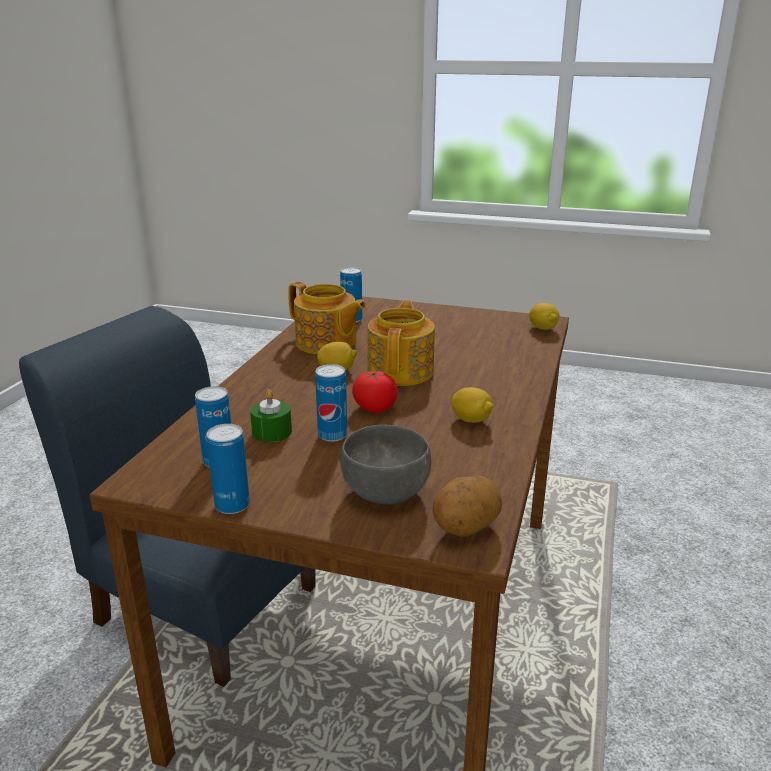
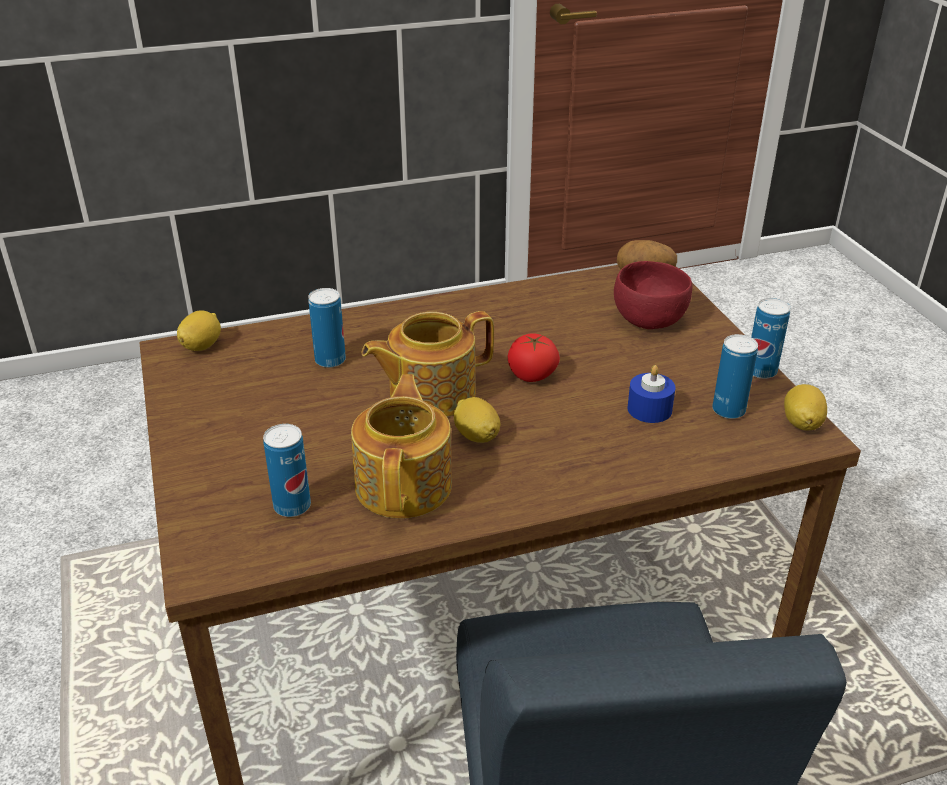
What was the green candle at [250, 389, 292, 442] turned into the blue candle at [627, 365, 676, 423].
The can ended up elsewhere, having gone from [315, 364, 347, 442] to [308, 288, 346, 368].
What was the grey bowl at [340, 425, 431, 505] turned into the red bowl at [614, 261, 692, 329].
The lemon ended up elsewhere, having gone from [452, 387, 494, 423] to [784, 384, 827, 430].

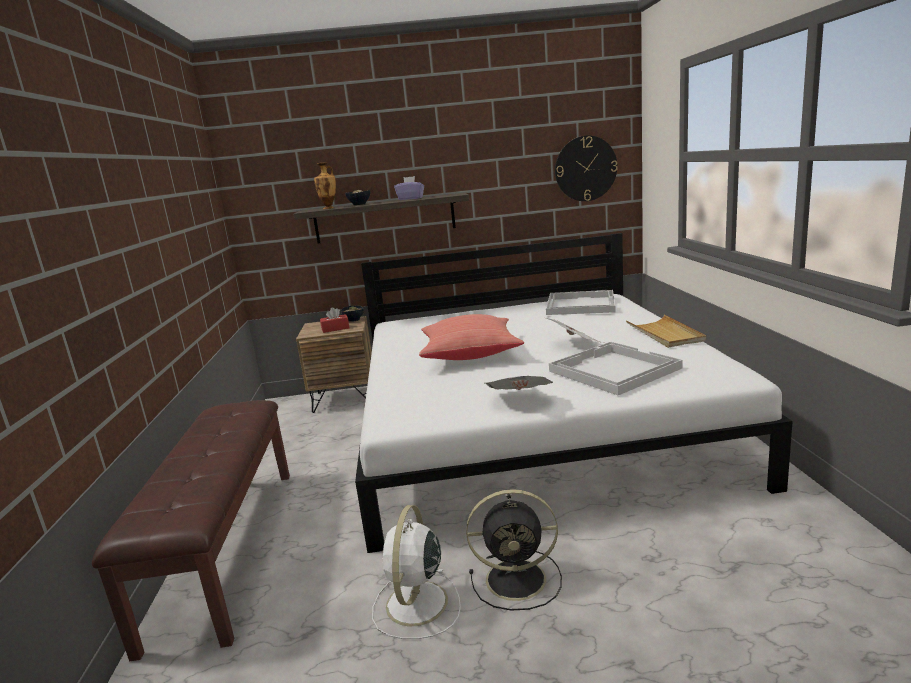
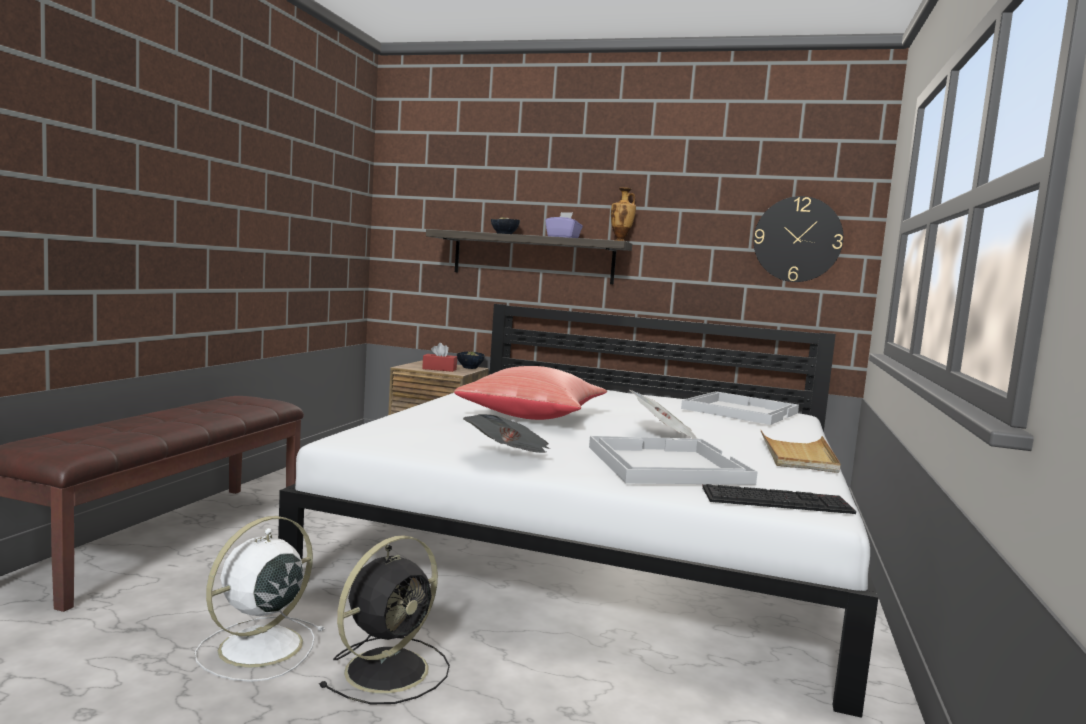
The vase ended up elsewhere, having gone from [314, 162, 336, 209] to [611, 187, 636, 241].
The black fan at [466, 489, 562, 611] ended up facing another way, 75 degrees counterclockwise from before.
The second view gained the keyboard at [702, 484, 856, 514].

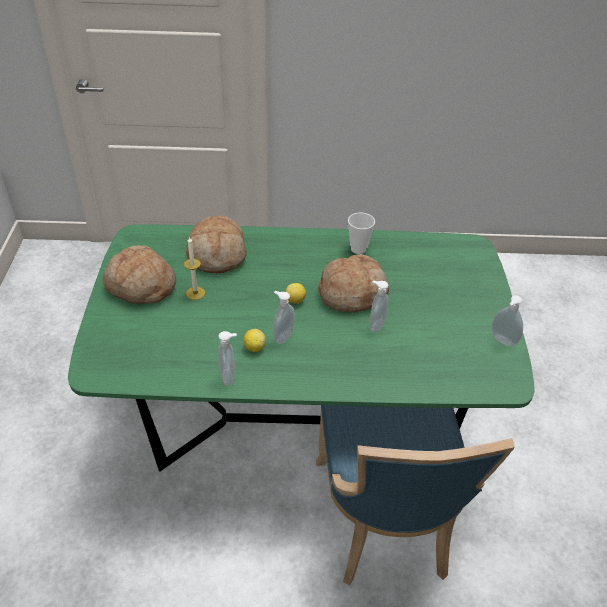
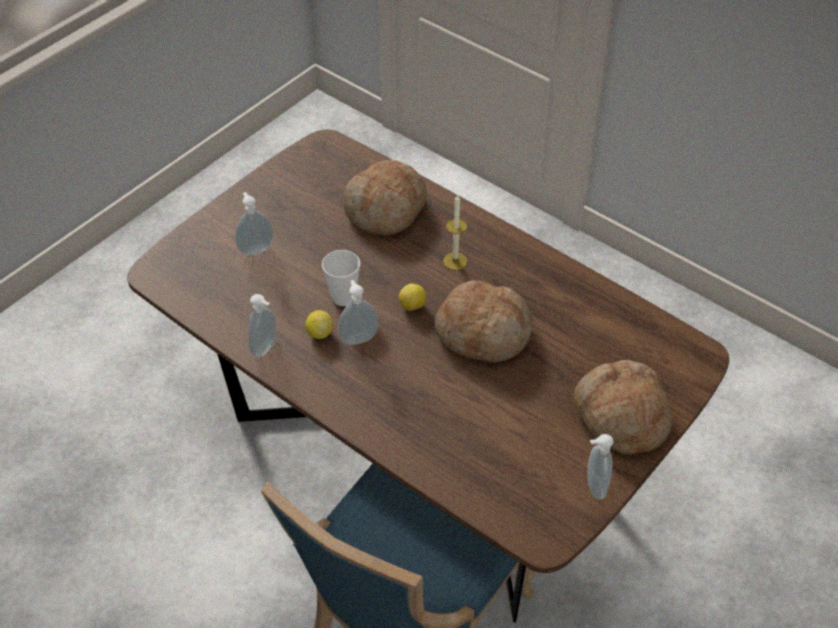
What was the green dining table at [68, 224, 534, 471] turned into the brown dining table at [127, 130, 729, 623].
The bread ended up elsewhere, having gone from [103, 245, 176, 304] to [574, 360, 672, 455].
The candle ended up elsewhere, having gone from [184, 237, 205, 300] to [443, 194, 468, 270].
The cup ended up elsewhere, having gone from [348, 213, 375, 254] to [322, 250, 360, 306].
The soap dispenser ended up elsewhere, having gone from [370, 280, 389, 333] to [235, 192, 273, 256].

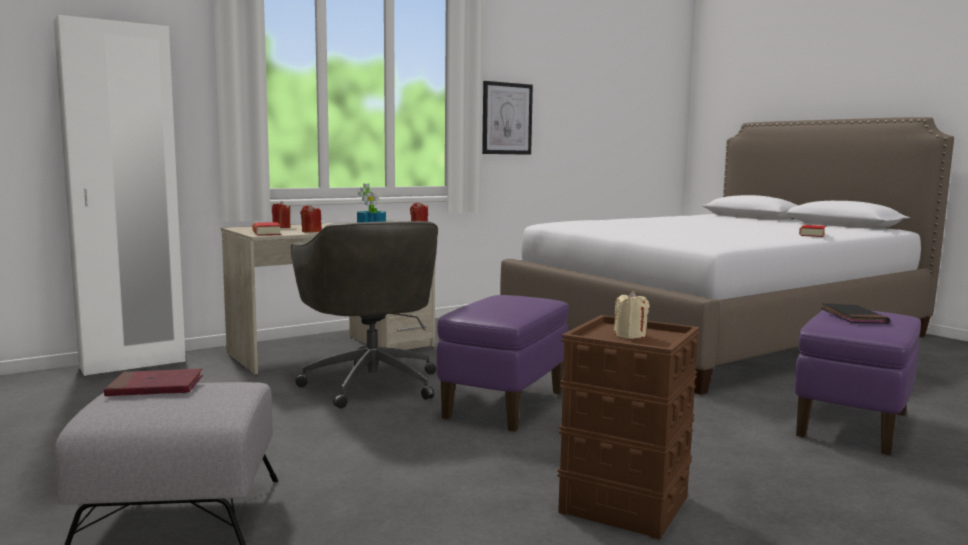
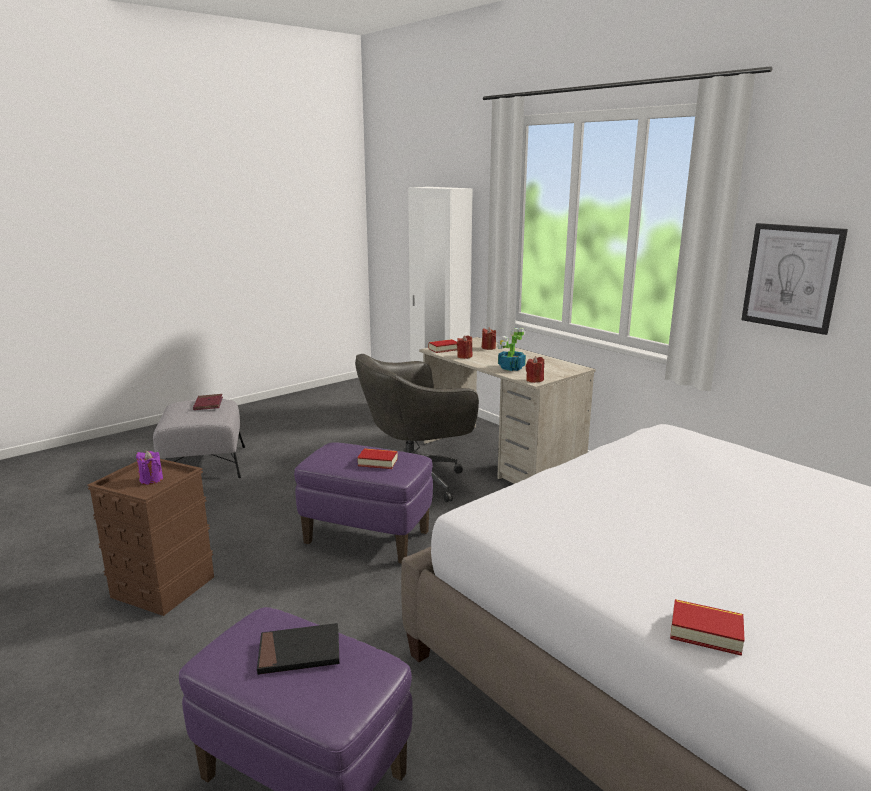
What was the beige candle at [614, 291, 649, 339] turned into the purple candle at [136, 451, 163, 485].
The second view gained the book at [357, 448, 398, 469].

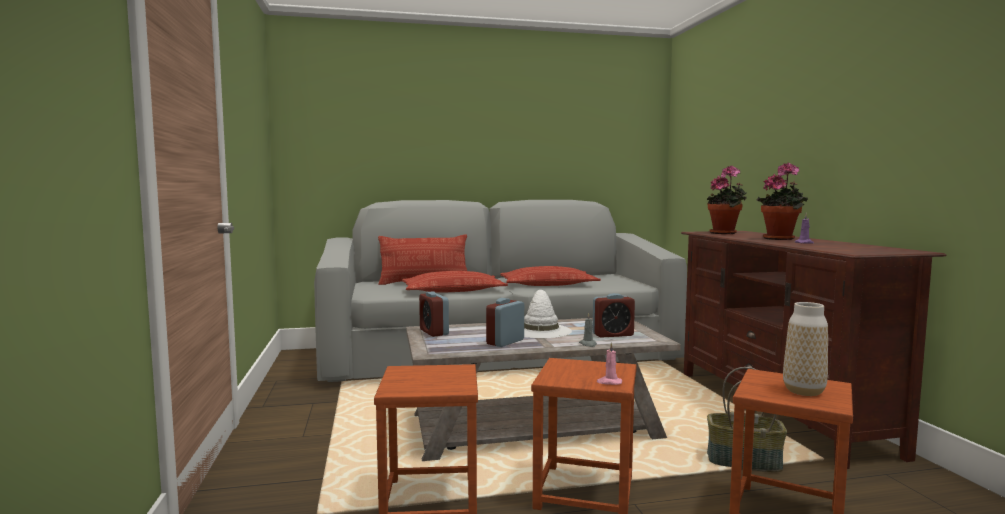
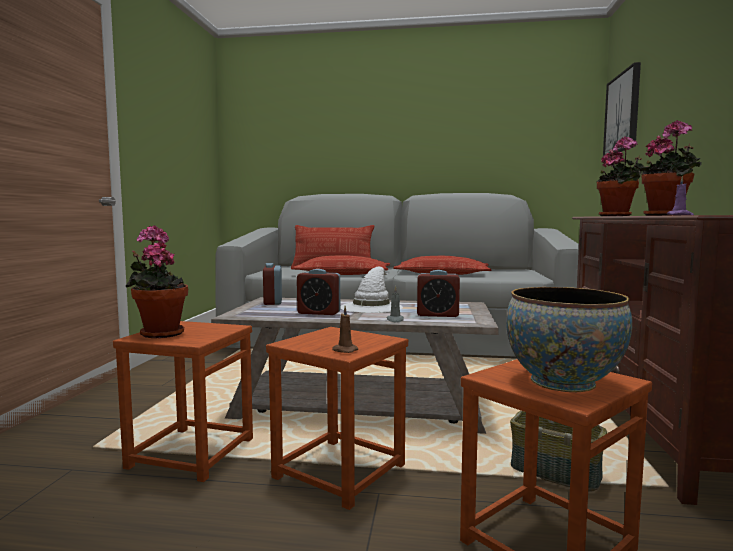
The alarm clock at [486, 298, 524, 347] ended up facing another way, 135 degrees counterclockwise from before.
What was the pink candle at [597, 343, 622, 385] turned into the brown candle at [332, 306, 358, 353].
Where the vase stood at [783, 302, 828, 396], the bowl came to stand at [506, 287, 632, 392].
The second view gained the potted plant at [126, 225, 188, 338].
The second view gained the picture at [603, 62, 641, 156].

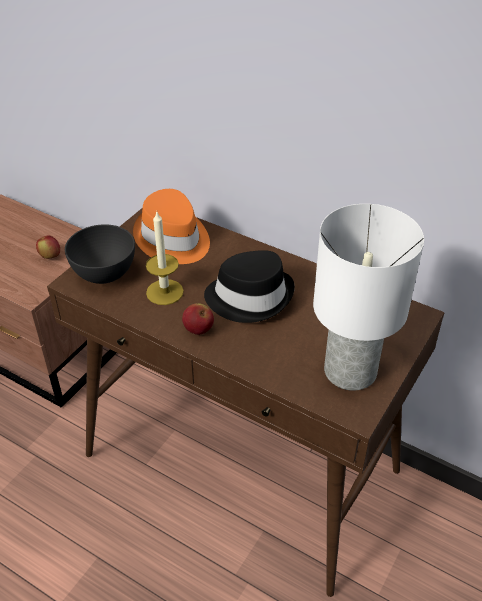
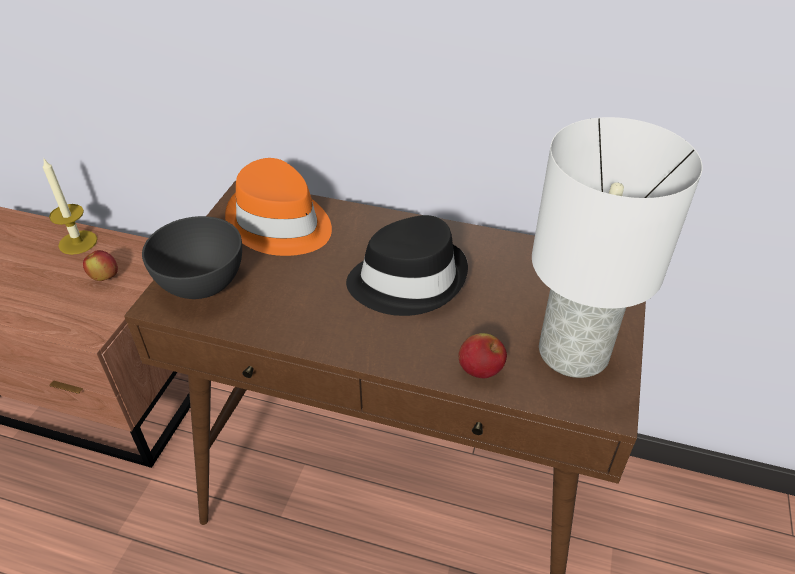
The candle ended up elsewhere, having gone from [146, 212, 184, 305] to [43, 157, 98, 255].
The apple ended up elsewhere, having gone from [182, 303, 214, 335] to [459, 333, 507, 378].

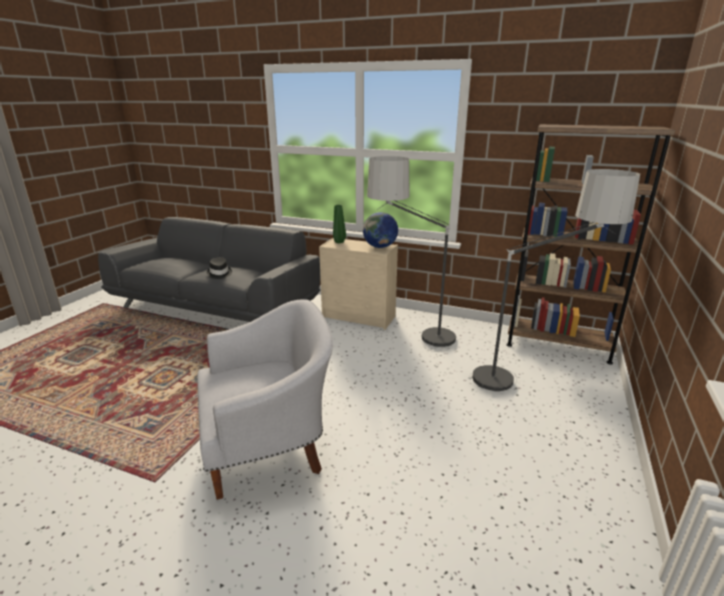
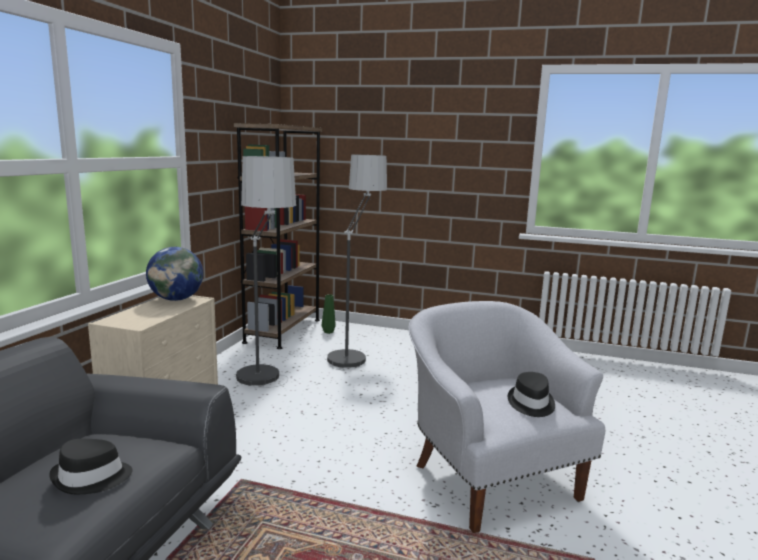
The green vase ended up elsewhere, having gone from [333, 205, 346, 243] to [322, 294, 336, 334].
The second view gained the black hat at [508, 372, 555, 417].

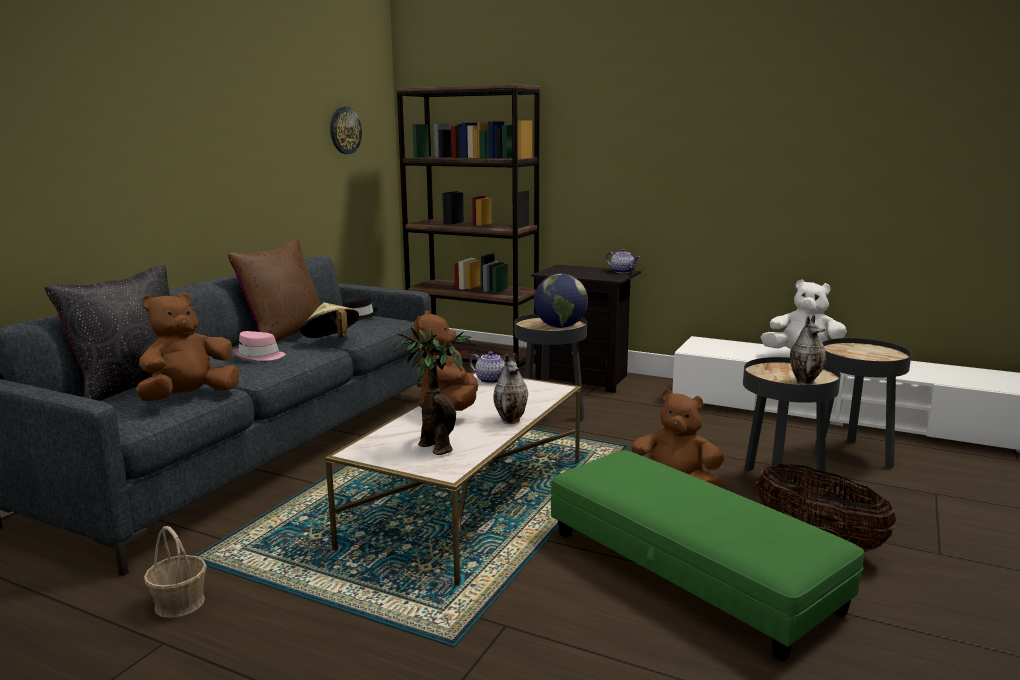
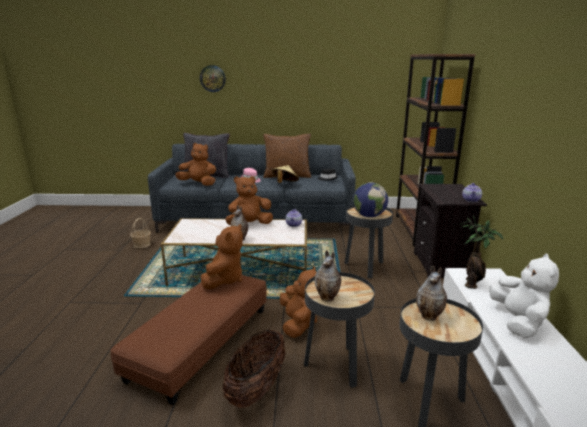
The wall clock ended up elsewhere, having gone from [330, 107, 362, 154] to [200, 65, 226, 92].
The potted plant ended up elsewhere, having gone from [394, 325, 476, 455] to [459, 216, 504, 289].
What was the green ottoman at [551, 450, 864, 662] turned into the brown ottoman at [111, 275, 267, 405].
The second view gained the brown plush toy at [201, 224, 243, 289].
The second view gained the vase at [416, 266, 447, 321].

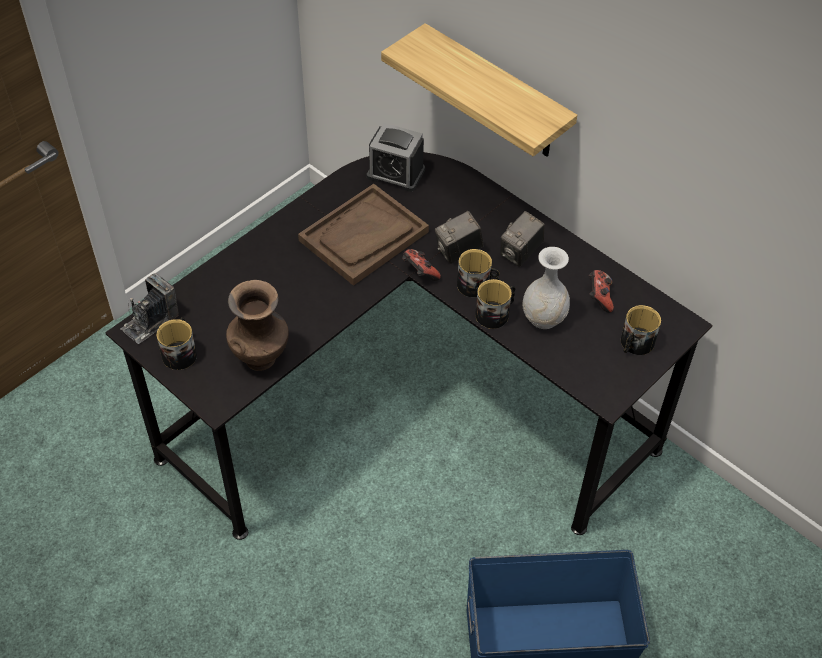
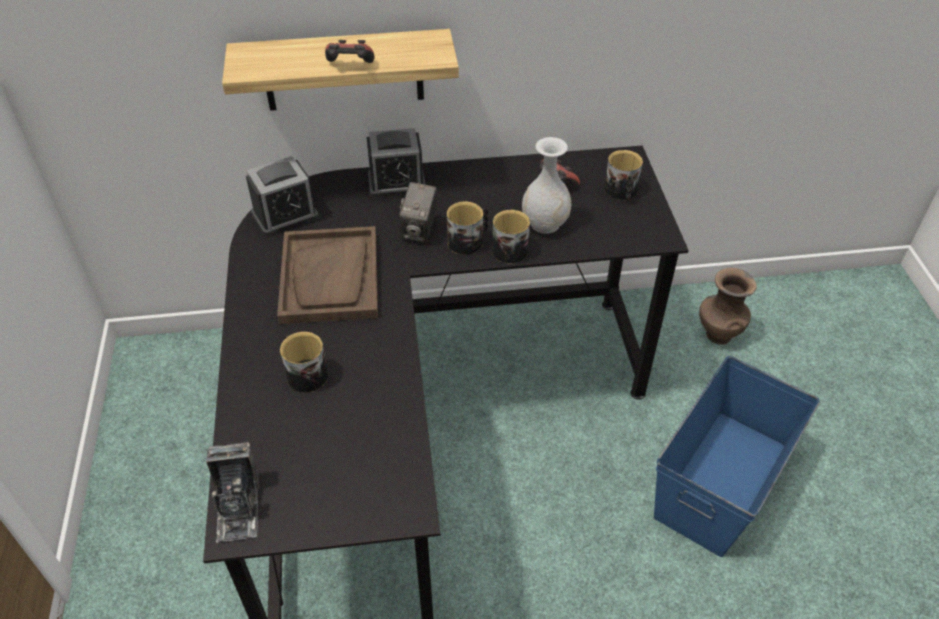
The mug ended up elsewhere, having gone from [156, 317, 197, 370] to [280, 332, 328, 393].
The brown vase ended up elsewhere, having gone from [226, 280, 289, 371] to [699, 268, 757, 345].
The game controller ended up elsewhere, having gone from [402, 249, 441, 281] to [325, 40, 375, 63].
The second view lost the photo camera at [500, 211, 545, 267].
The second view gained the alarm clock at [367, 128, 426, 198].

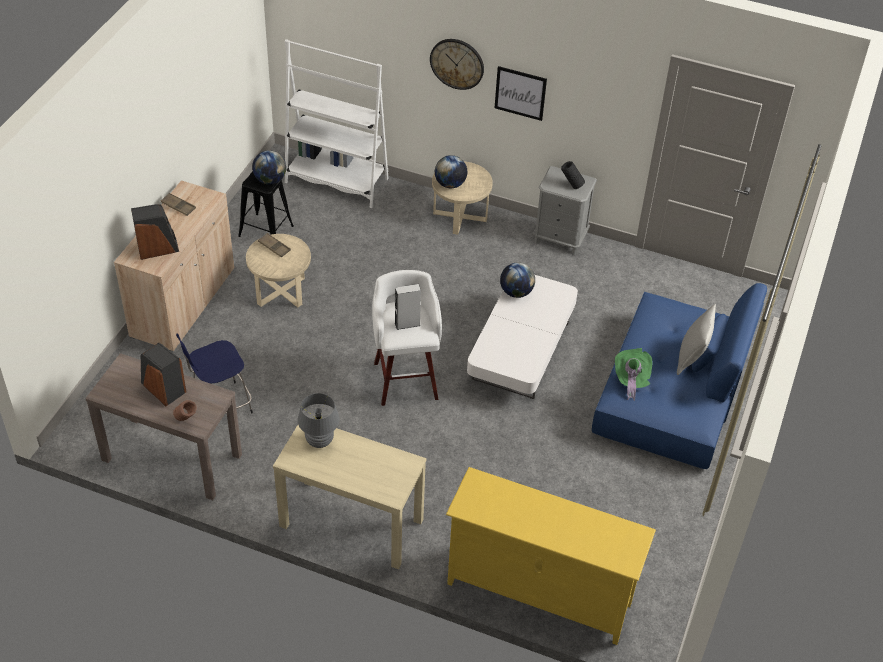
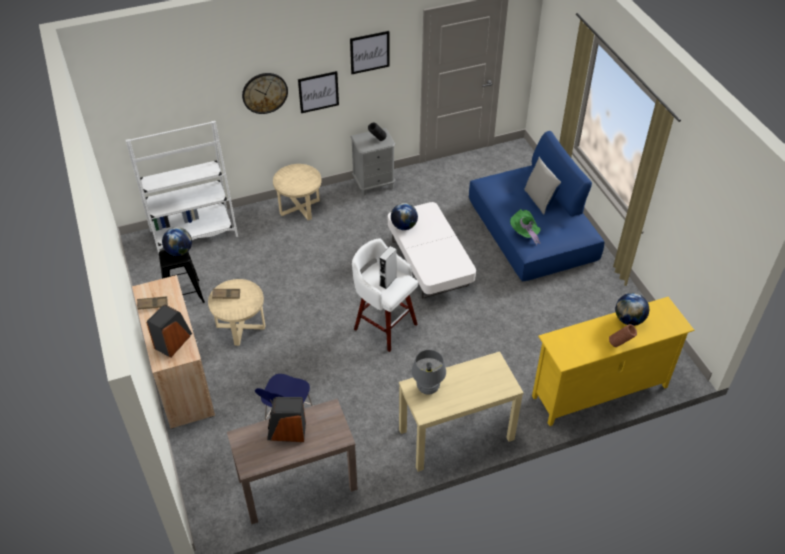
The brown vase ended up elsewhere, having gone from [173, 400, 197, 421] to [609, 324, 637, 347].
The globe ended up elsewhere, having gone from [435, 155, 468, 188] to [615, 293, 649, 326].
The second view gained the picture at [350, 31, 389, 74].

